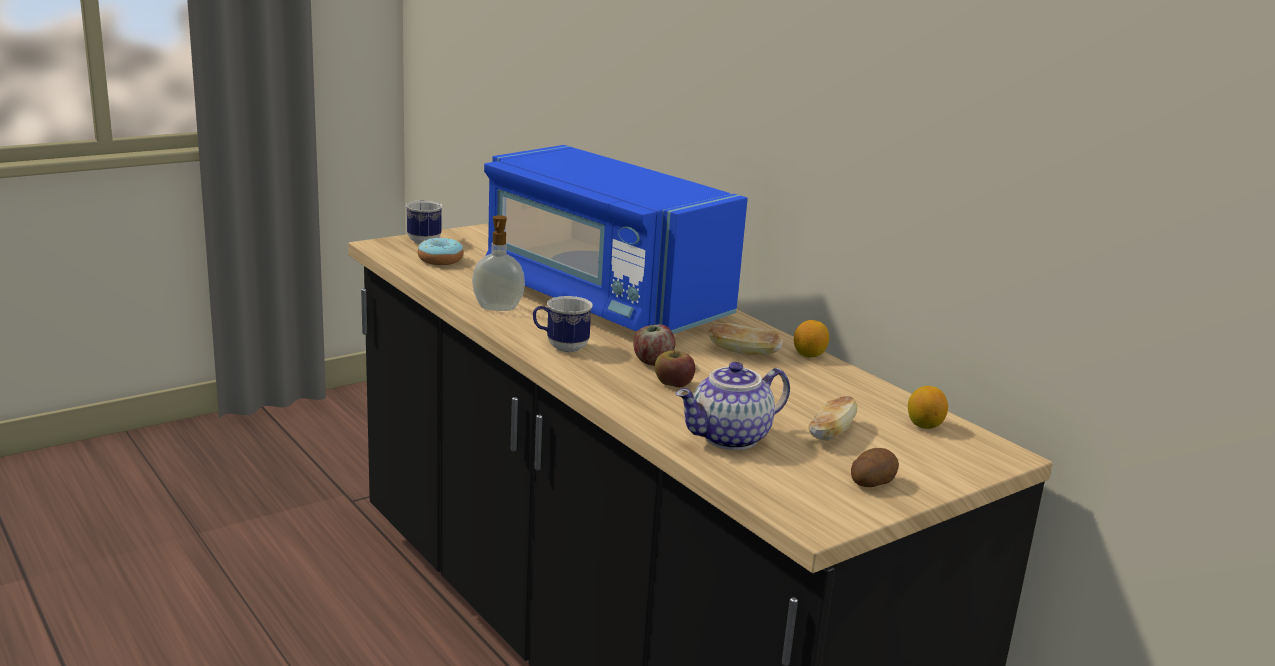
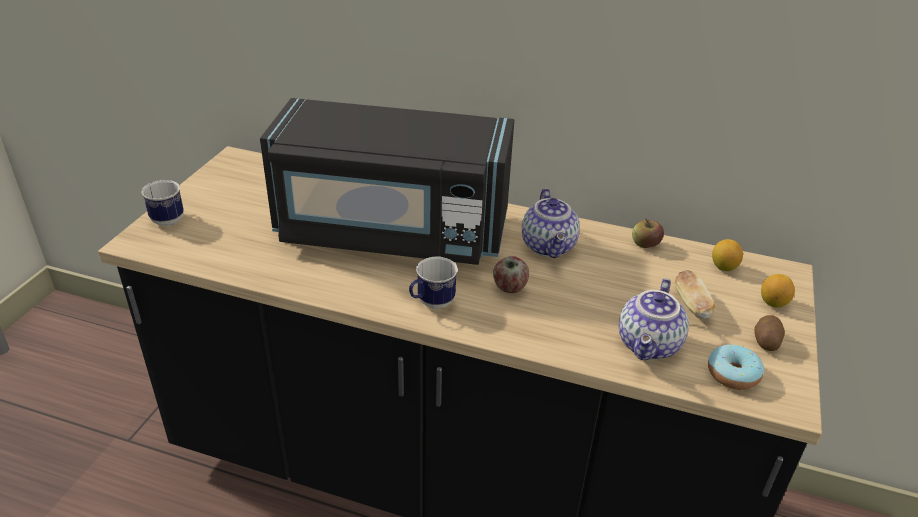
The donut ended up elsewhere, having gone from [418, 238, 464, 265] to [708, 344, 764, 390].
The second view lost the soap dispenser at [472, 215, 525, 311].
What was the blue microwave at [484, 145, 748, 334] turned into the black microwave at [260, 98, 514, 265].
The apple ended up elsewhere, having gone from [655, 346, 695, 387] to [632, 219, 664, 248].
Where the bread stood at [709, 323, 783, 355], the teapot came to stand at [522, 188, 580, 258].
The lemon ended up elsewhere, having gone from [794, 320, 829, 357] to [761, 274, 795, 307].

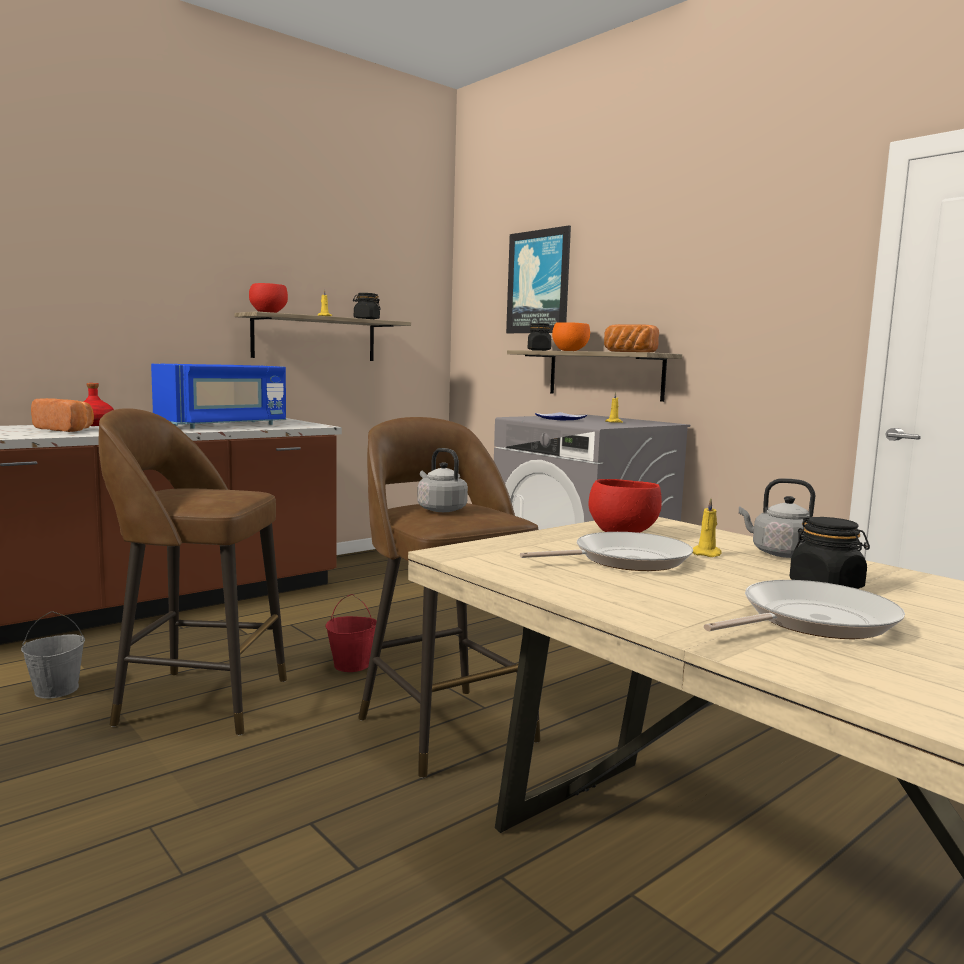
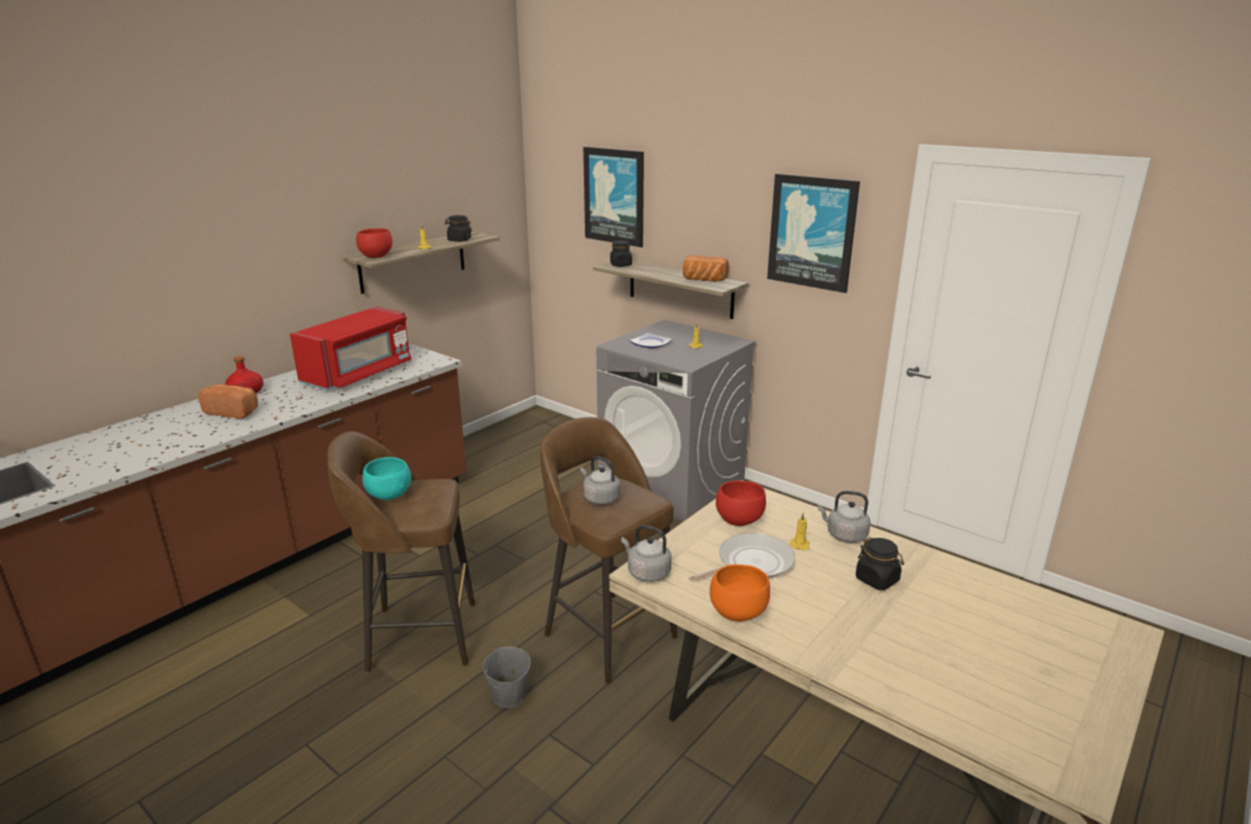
The grey bucket ended up elsewhere, having gone from [21, 611, 85, 699] to [483, 640, 531, 708].
What was the blue microwave at [151, 364, 286, 429] turned into the red microwave at [290, 307, 411, 390].
The second view lost the red bucket at [326, 594, 377, 672].
The orange bowl ended up elsewhere, having gone from [552, 322, 590, 351] to [710, 564, 770, 622].
The second view lost the frying pan at [704, 580, 905, 639].
The second view gained the turquoise bowl at [362, 457, 411, 500].
The second view gained the grey kettle at [621, 525, 671, 582].
The second view gained the picture at [767, 174, 860, 293].

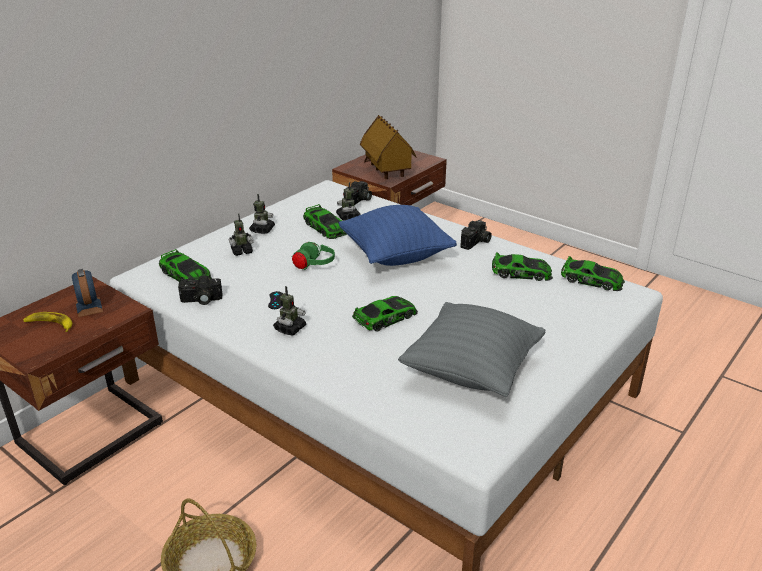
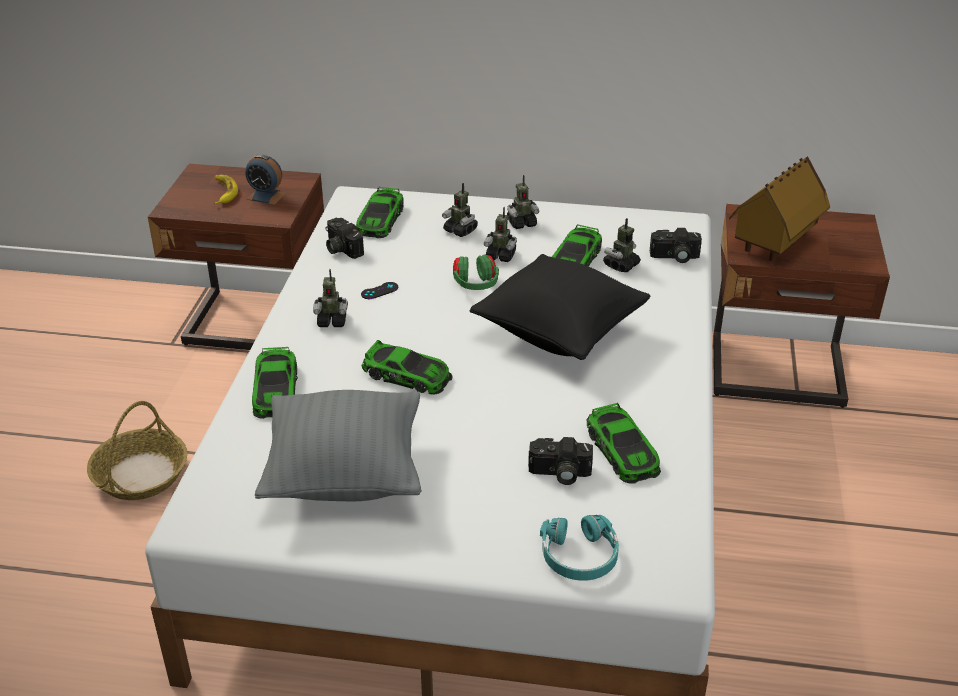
The alarm clock at [72, 269, 103, 317] ended up facing another way, 75 degrees clockwise from before.
What was the blue pillow at [339, 205, 457, 266] turned into the black pillow at [470, 254, 650, 360].
The photo camera ended up elsewhere, having gone from [461, 220, 492, 250] to [528, 437, 593, 485].
The toy car ended up elsewhere, having gone from [561, 256, 625, 291] to [252, 347, 298, 419].
The second view gained the toy robot at [484, 207, 517, 262].
The second view gained the turquoise headphones at [540, 515, 619, 581].

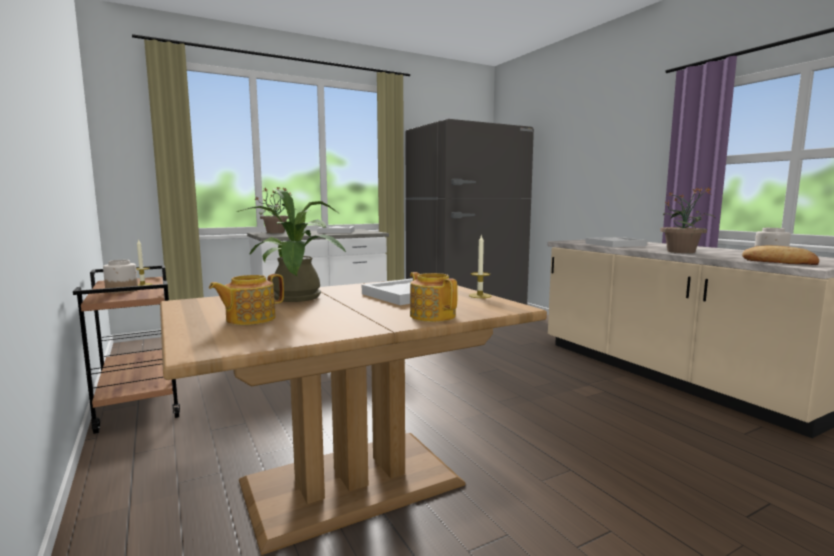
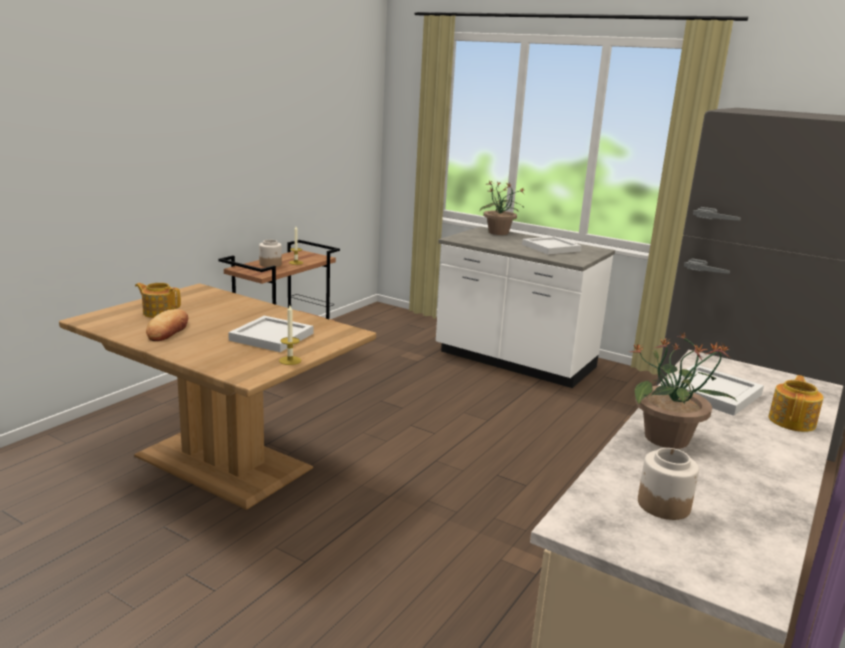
The second view lost the potted plant at [237, 188, 346, 302].
The teapot ended up elsewhere, having gone from [410, 272, 458, 322] to [769, 375, 823, 432].
The bread ended up elsewhere, having gone from [742, 245, 819, 265] to [146, 309, 188, 341].

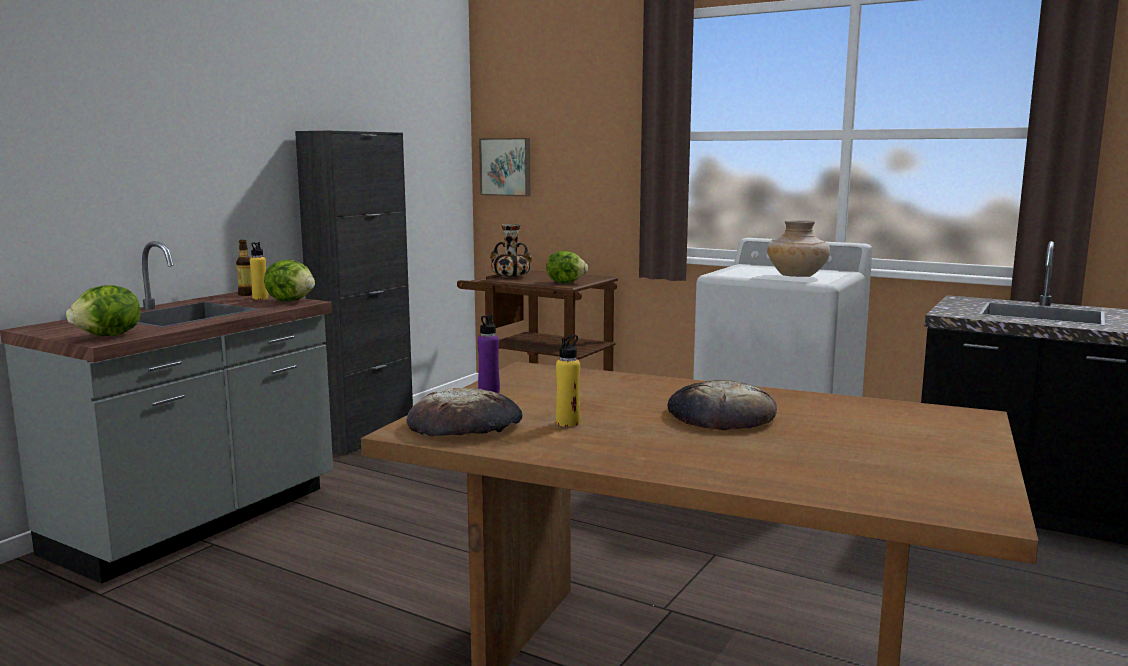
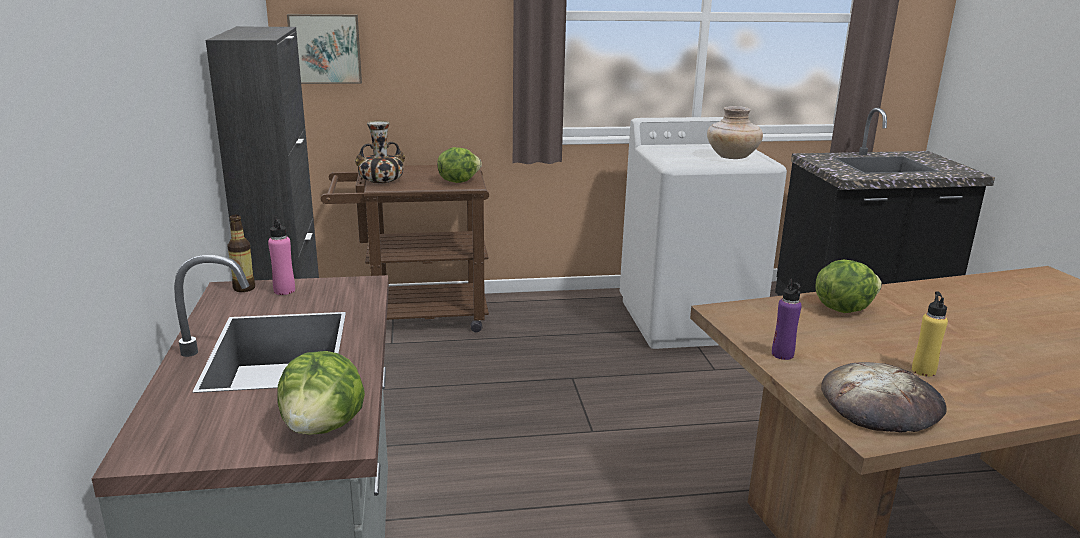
What was the yellow bottle at [250, 242, 268, 300] turned into the pink bottle at [268, 216, 295, 295].
The lettuce ended up elsewhere, having gone from [264, 260, 315, 301] to [816, 260, 882, 313].
The second view lost the bread at [667, 380, 777, 430].

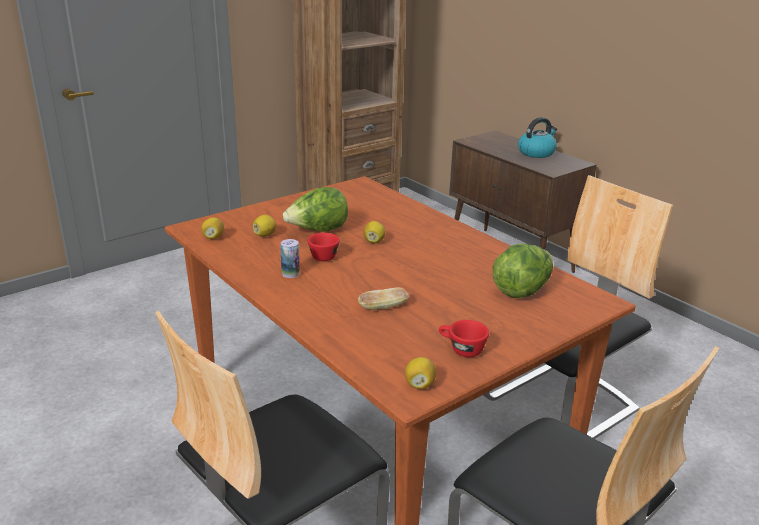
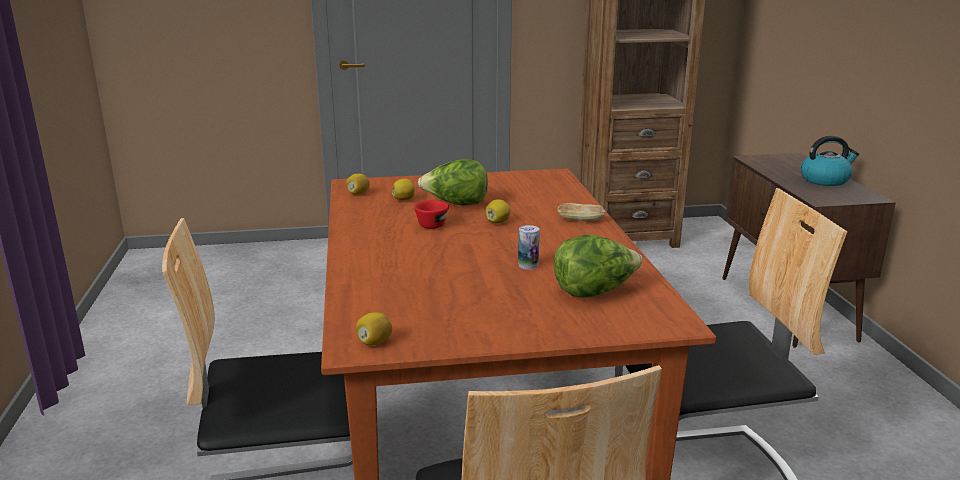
The can ended up elsewhere, having gone from [280, 239, 300, 278] to [518, 225, 540, 270].
The bread ended up elsewhere, having gone from [358, 287, 409, 310] to [558, 203, 605, 221].
The second view lost the red cup at [439, 320, 489, 357].

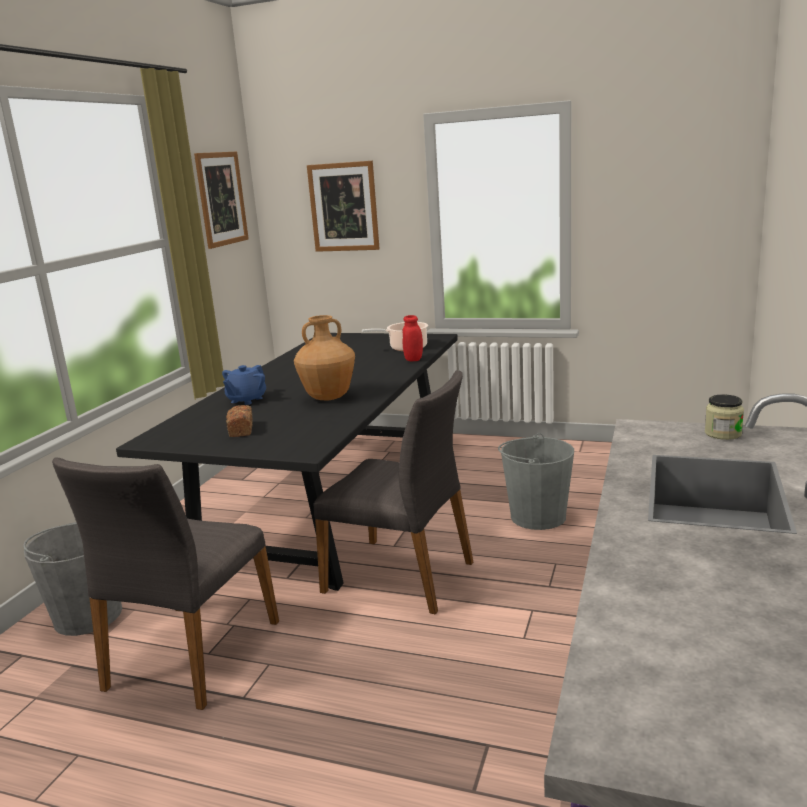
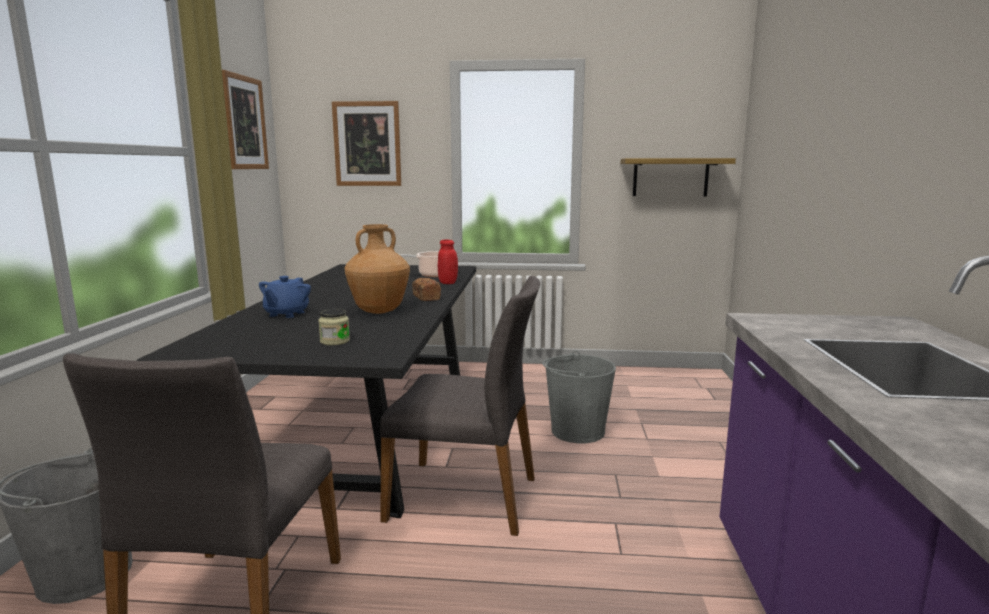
The bread ended up elsewhere, having gone from [226, 405, 252, 437] to [412, 278, 441, 301].
The jar ended up elsewhere, having gone from [705, 394, 744, 440] to [318, 309, 350, 345].
The second view gained the shelf at [621, 158, 736, 196].

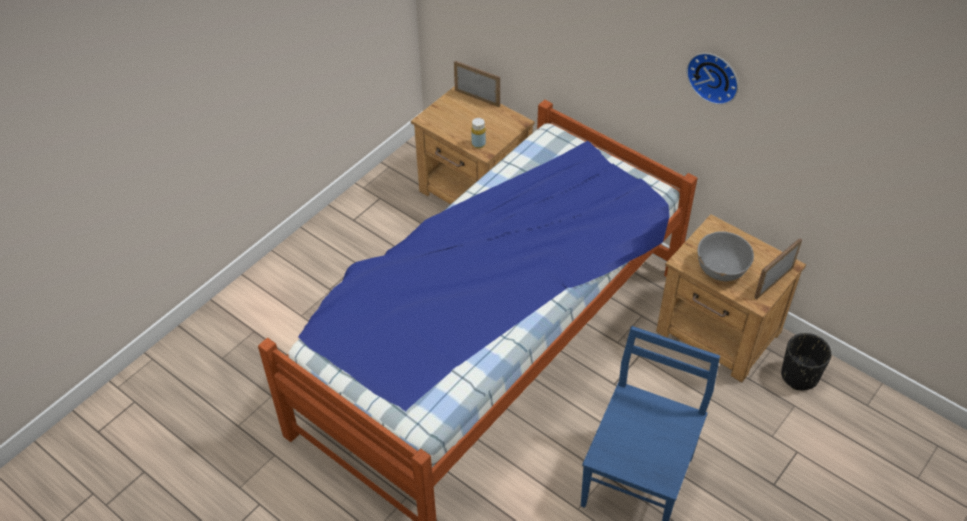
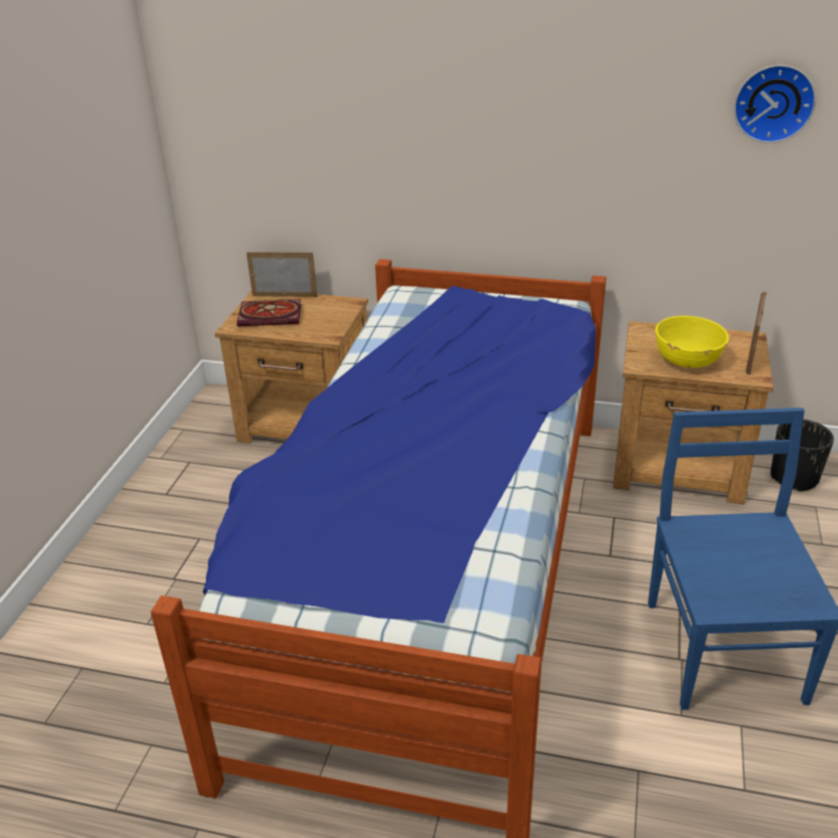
The second view lost the yellow bottle at [471, 118, 486, 148].
The wall clock ended up elsewhere, having gone from [686, 53, 738, 105] to [734, 65, 816, 143].
What was the grey bowl at [698, 231, 754, 281] turned into the yellow bowl at [655, 316, 729, 368].
The second view gained the book at [237, 299, 301, 326].

